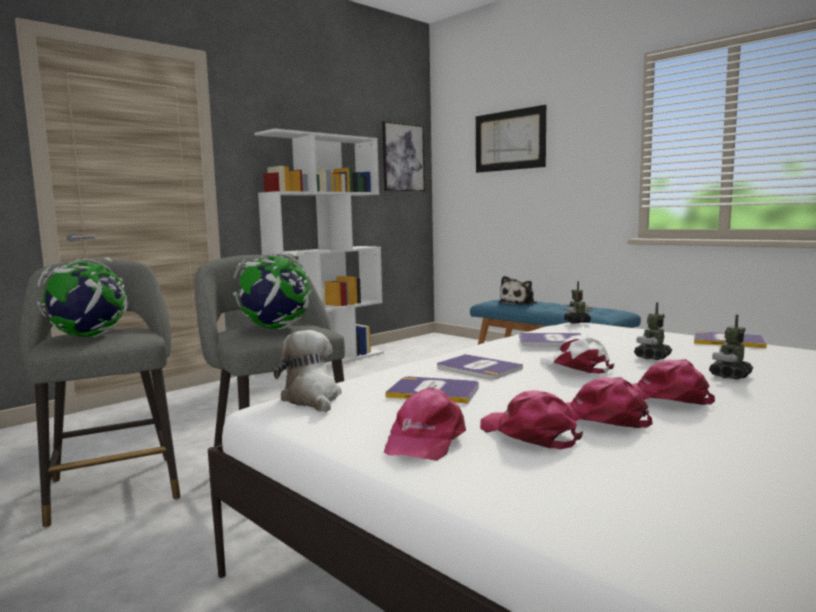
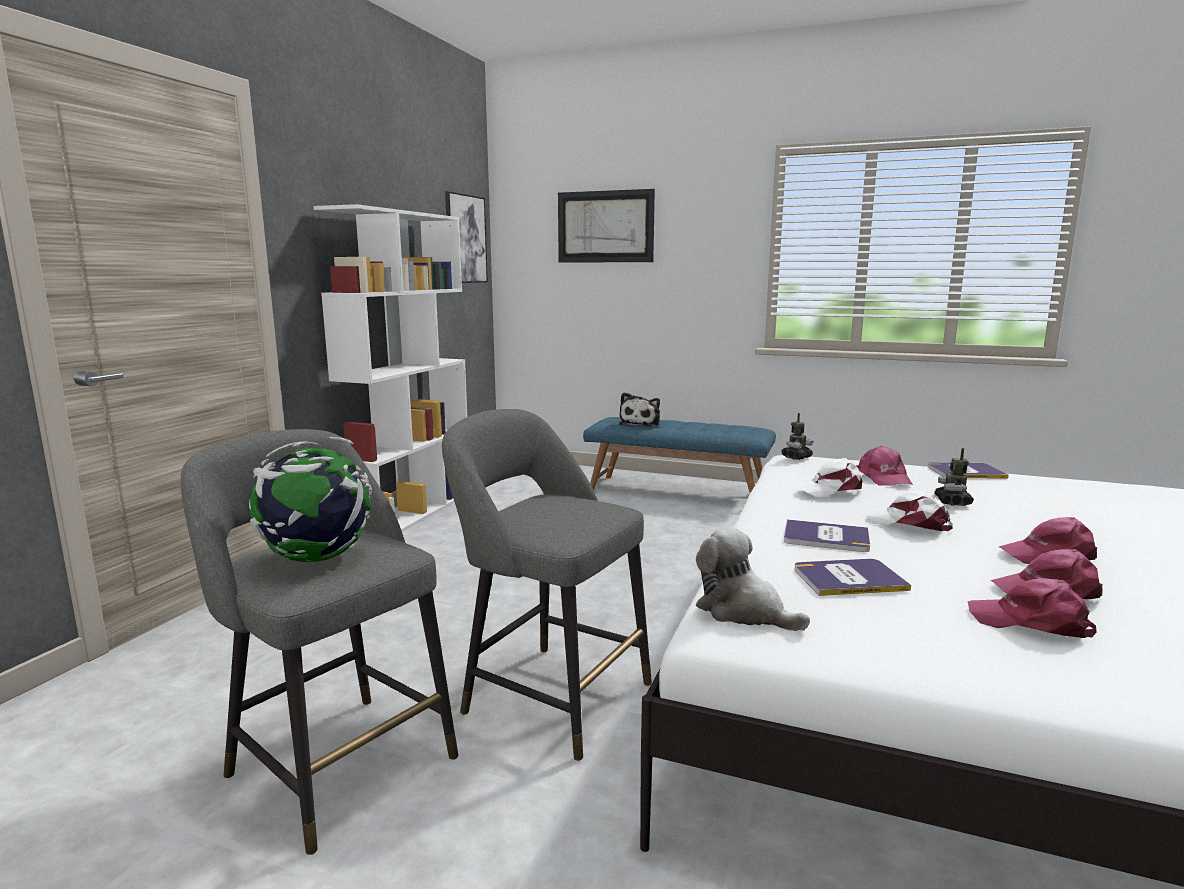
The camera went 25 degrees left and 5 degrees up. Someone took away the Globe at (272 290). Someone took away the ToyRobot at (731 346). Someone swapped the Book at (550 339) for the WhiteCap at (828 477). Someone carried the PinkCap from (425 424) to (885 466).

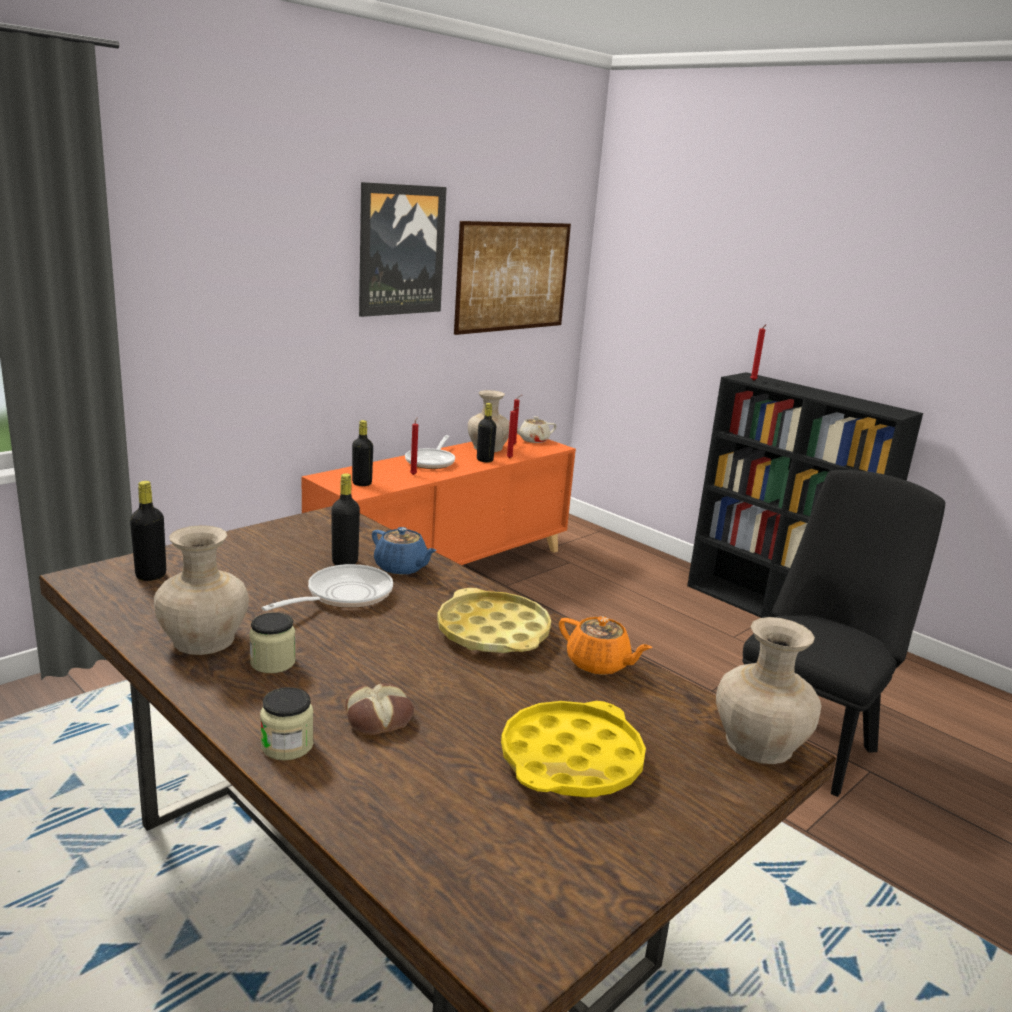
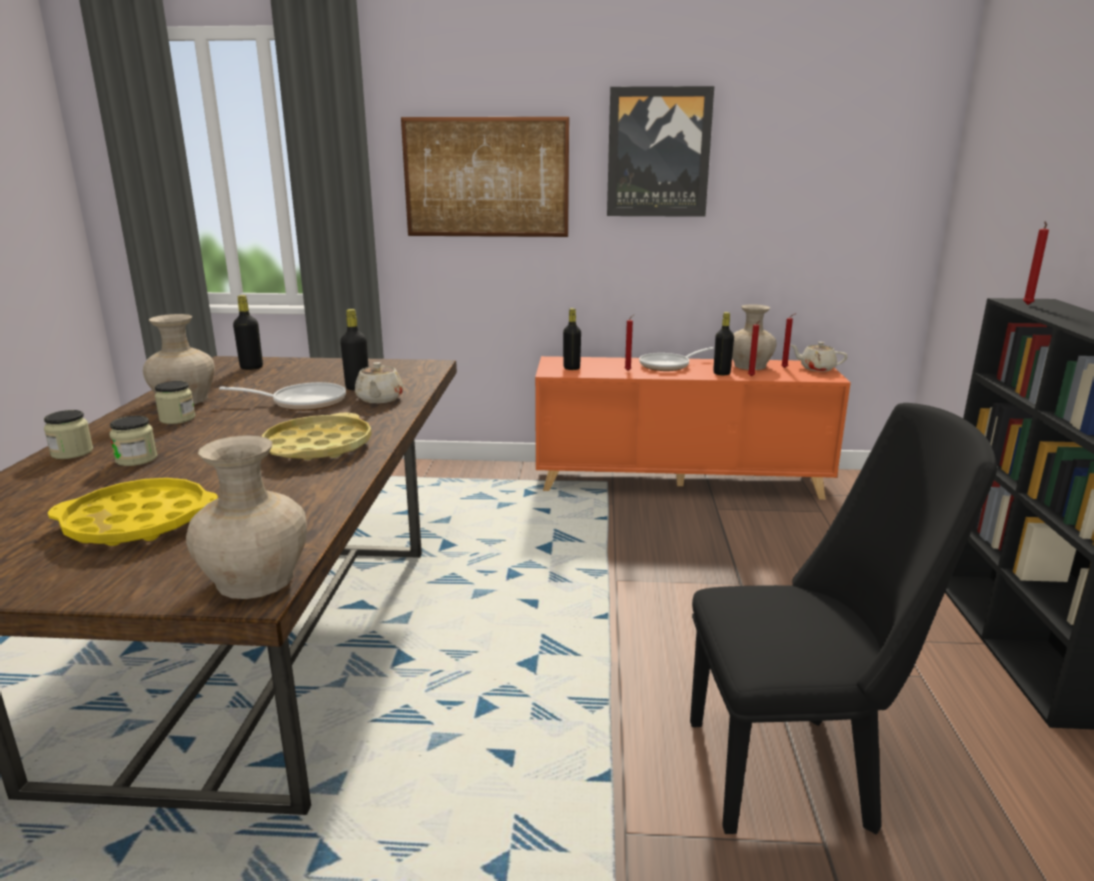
The camera went 50 degrees right and 0 degrees up. Someone carried the Picture from (512 278) to (485 177). Someone repainted the BlueTeapot at (404 551), which became the BeigeTeapot at (379 382). Someone took away the OrangeTeapot at (605 645). Someone swapped the Bread at (379 709) for the Jar at (133 441).

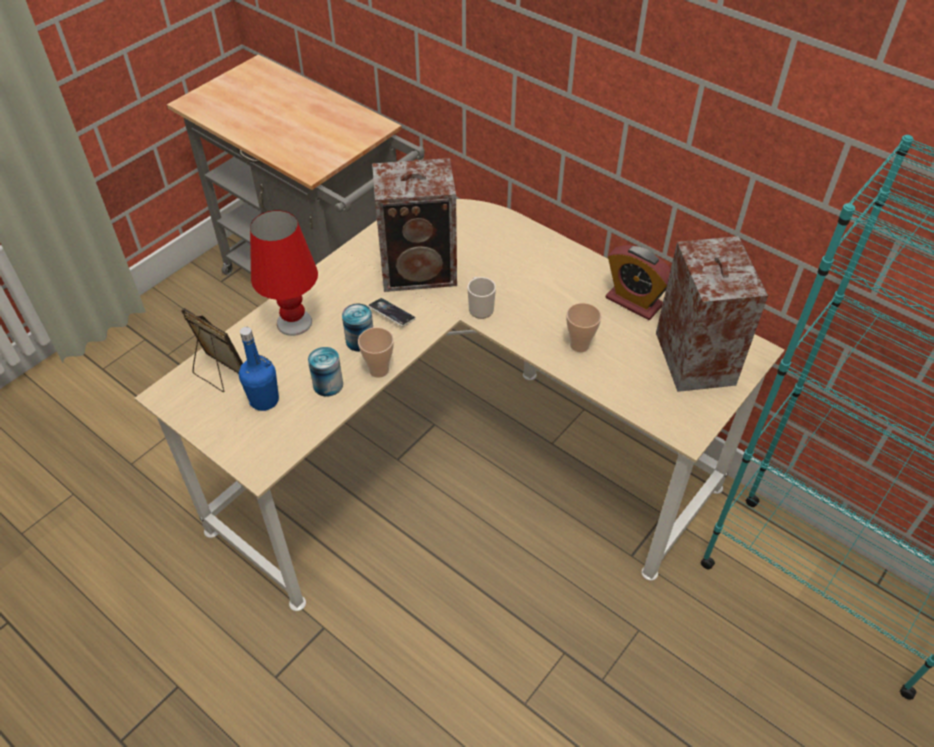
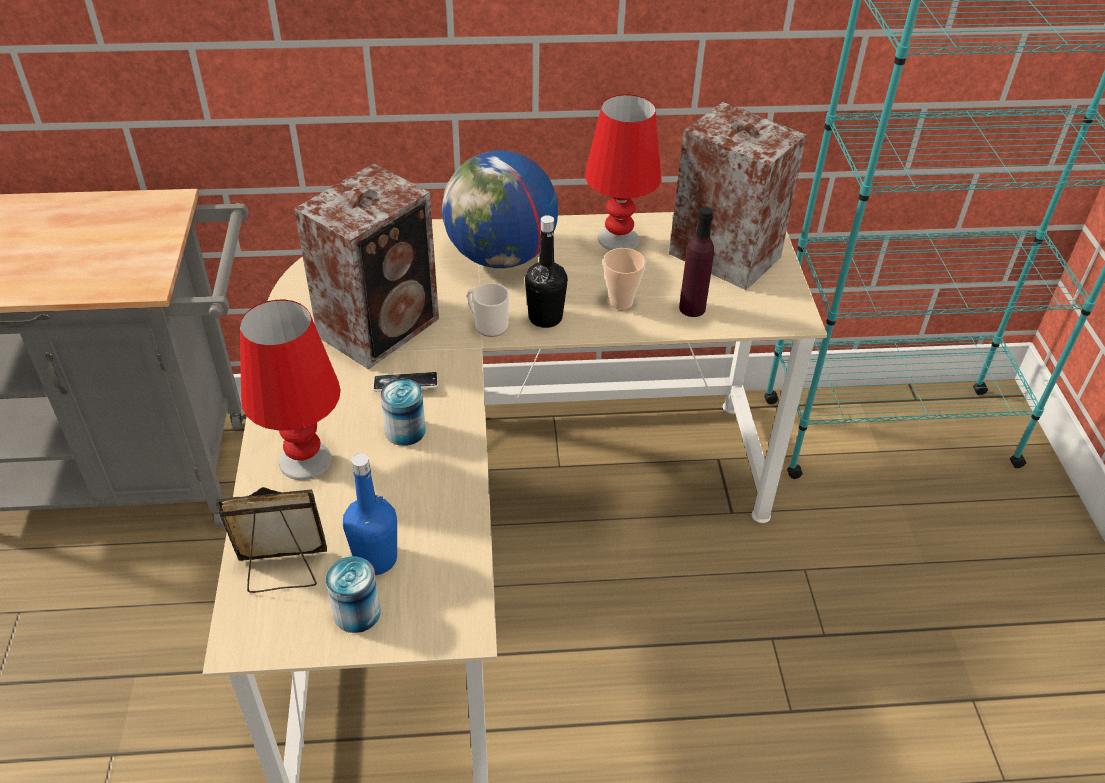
The camera went 45 degrees left and 5 degrees down. Someone swapped the AlarmClock at (638 282) for the RedTableLamp at (623 172). Someone took away the Cup at (376 352). Someone carried the Can from (325 372) to (353 594). Someone put down the Globe at (500 209). Someone put down the PurpleBottle at (696 262). Someone put down the BlackBottle at (546 271).

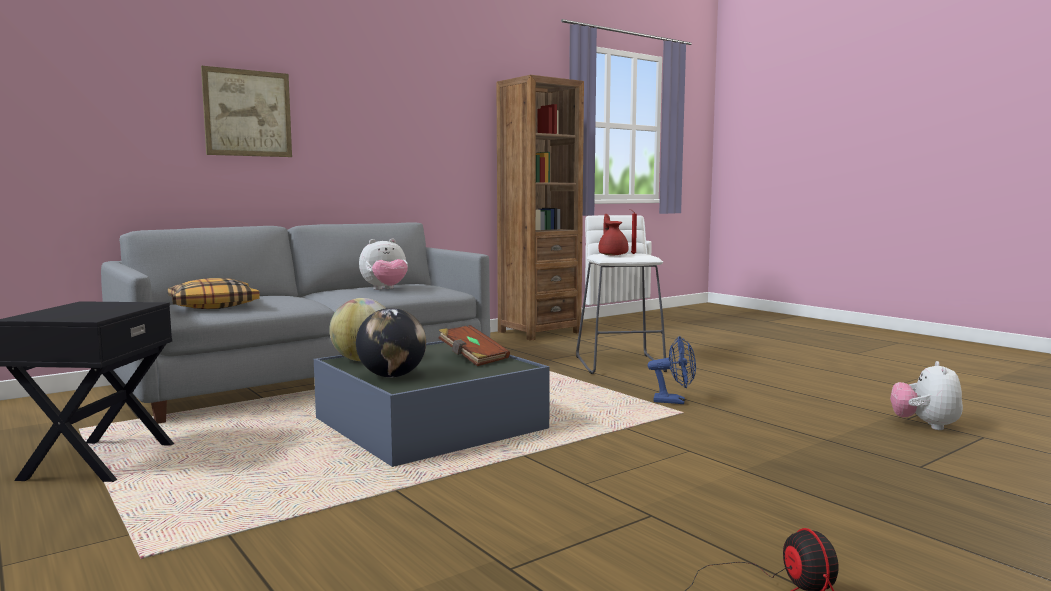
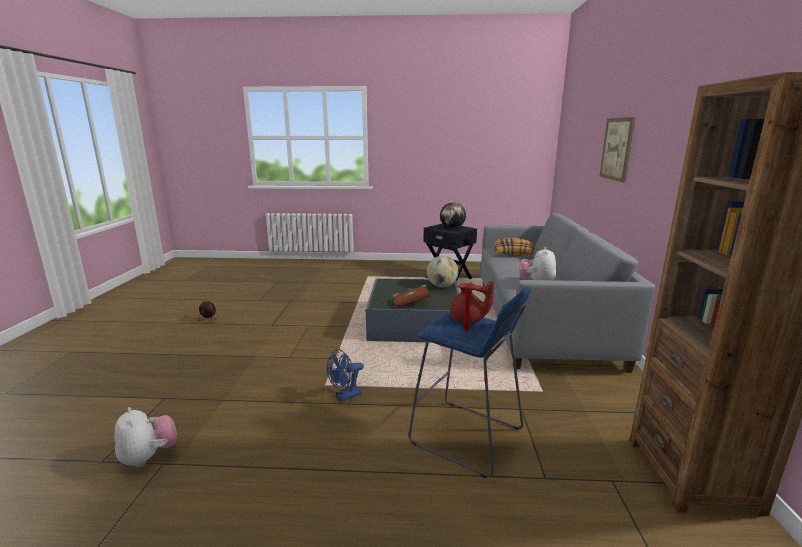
The camera went 130 degrees right and 10 degrees up. Someone repainted the WhiteStool at (621 294), which became the BlueStool at (470 382). Someone carried the Globe from (391 342) to (453 215).

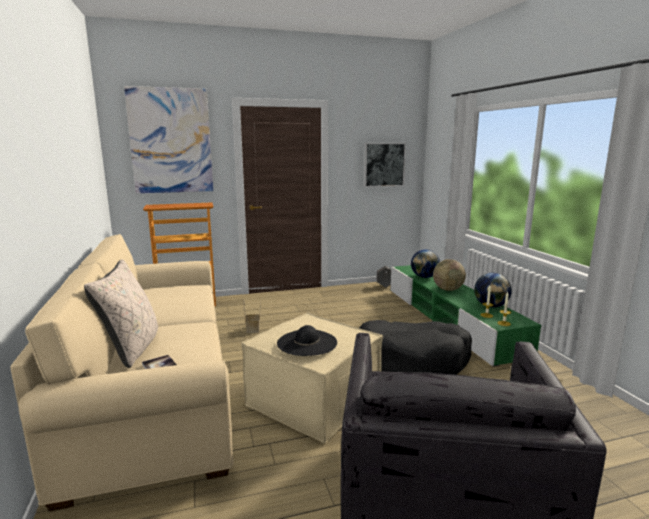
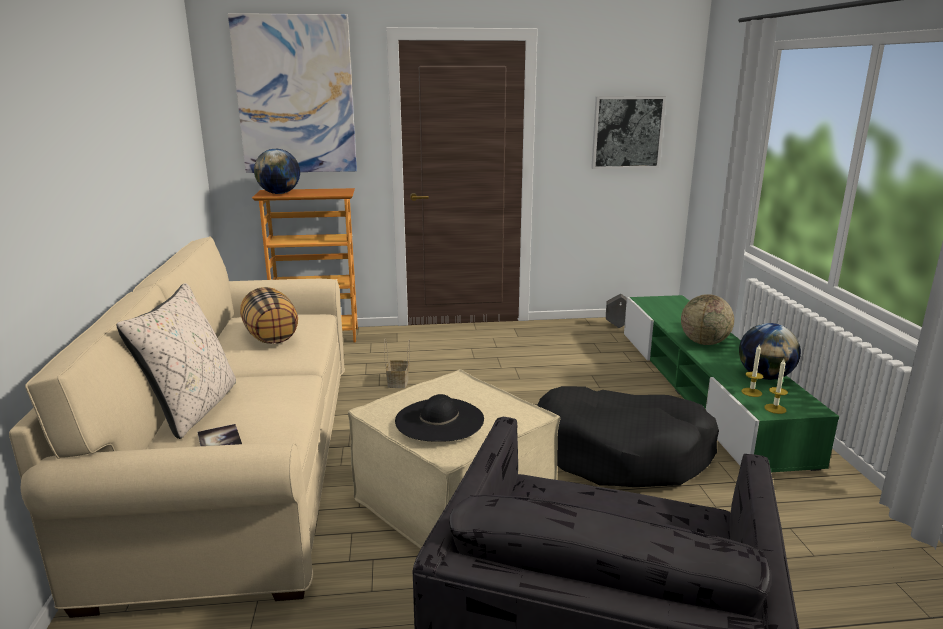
The camera went 10 degrees right and 5 degrees up. Someone carried the Globe from (425 263) to (277 171). Someone put down the Pillow at (269 315).

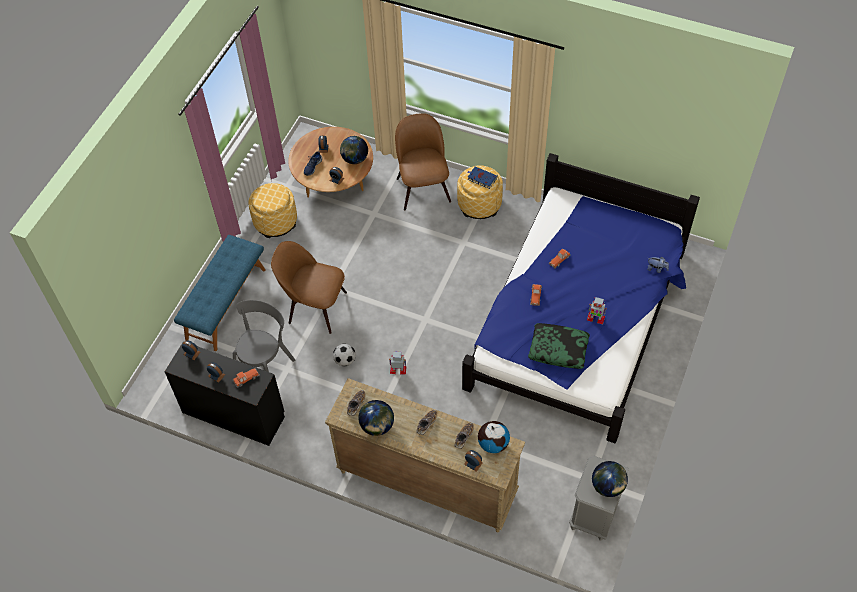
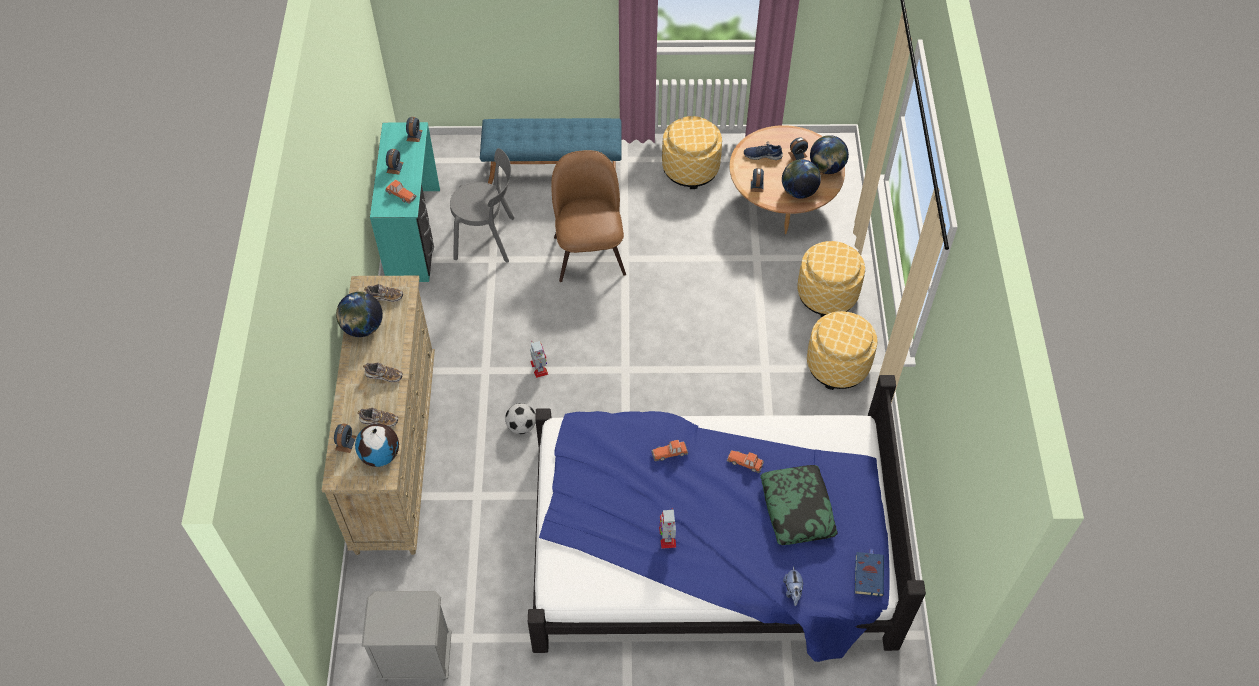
The camera went 65 degrees right and 0 degrees up. Someone swapped the BrownChair at (423 161) for the Ottoman at (831 279). Someone carried the BlueBook from (482 178) to (869 573). Someone carried the Pillow from (559 346) to (799 505). Someone repainted the BlackDesk at (224 393), which became the TurquoiseDesk at (405 202). Someone carried the Football from (344 355) to (520 418). Someone carried the Globe from (610 479) to (829 154).

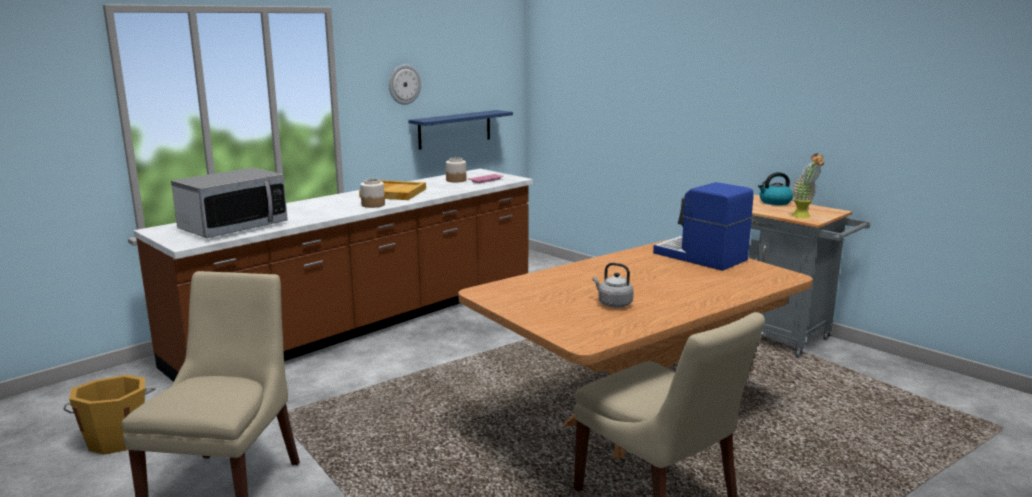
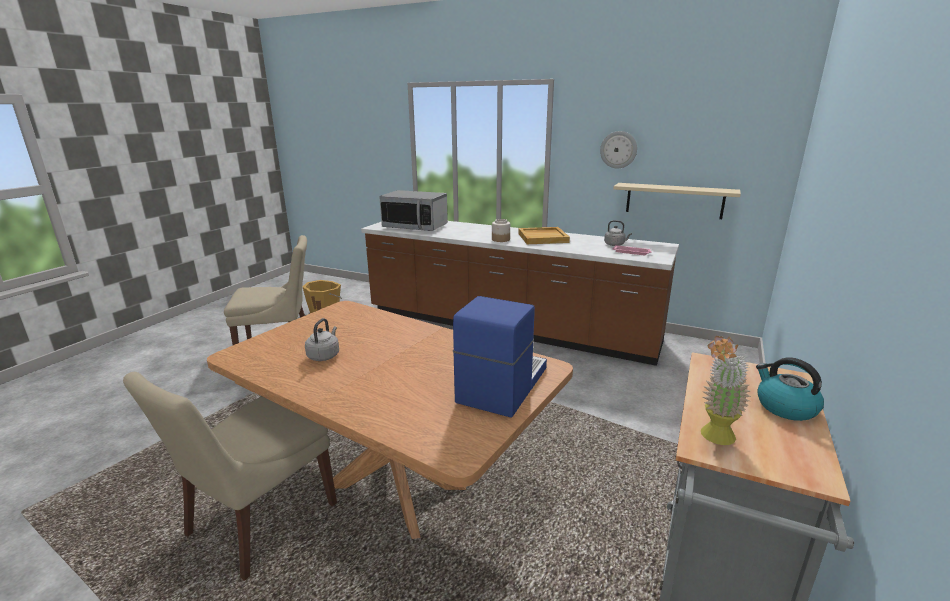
The camera went 70 degrees right and 5 degrees up. Someone repainted the BlueShelf at (460 130), which became the BeigeShelf at (677 201). Someone swapped the Jar at (456 169) for the GreyKettle at (618 233).

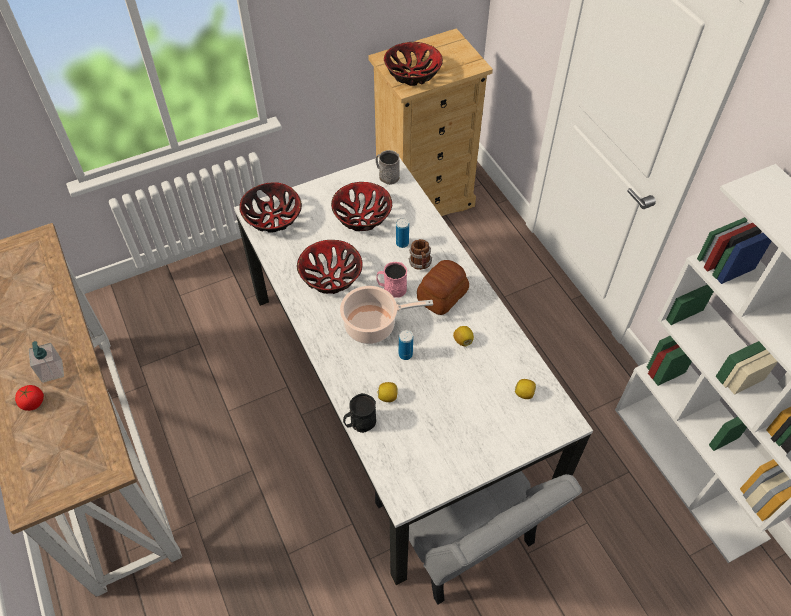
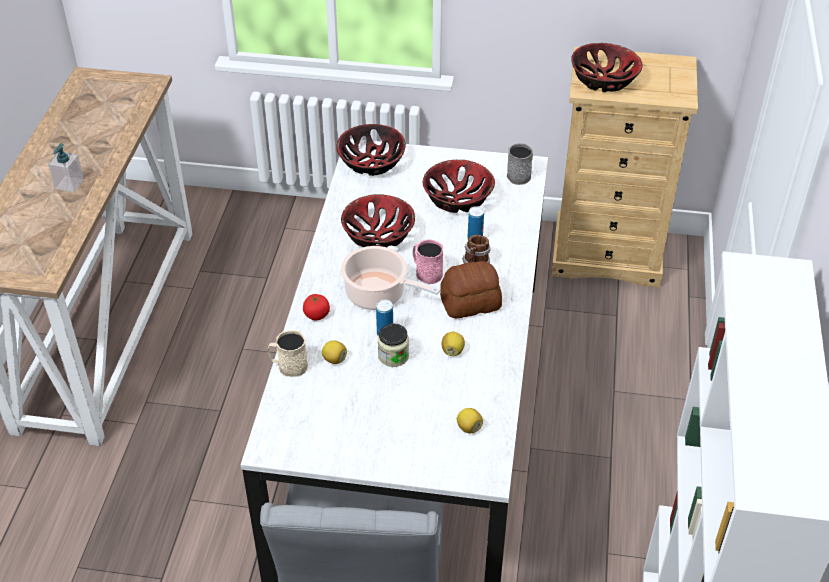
The camera went 35 degrees right and 10 degrees down. Someone carried the Tomato from (29 398) to (316 307). Someone repainted the BlackMug at (359 413), which became the BeigeMug at (288 353). Someone put down the Jar at (393 345).

